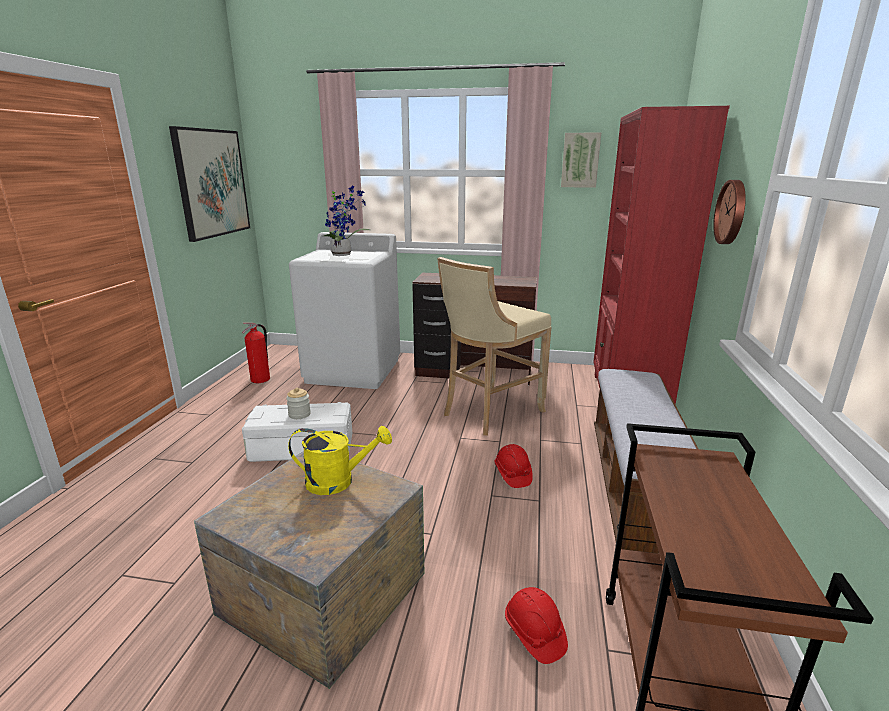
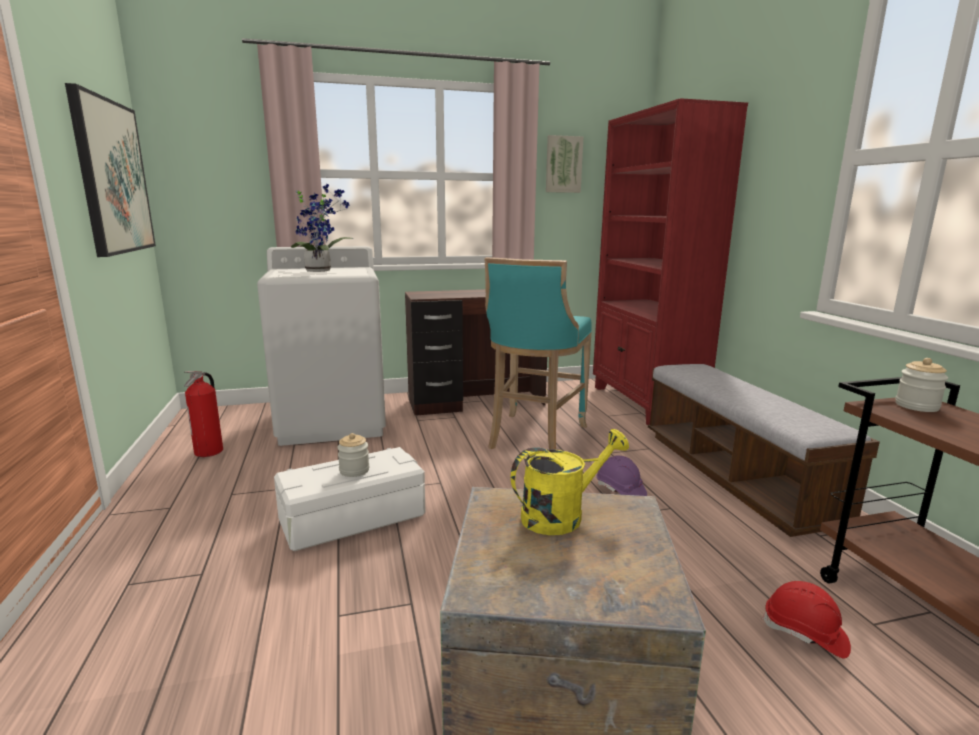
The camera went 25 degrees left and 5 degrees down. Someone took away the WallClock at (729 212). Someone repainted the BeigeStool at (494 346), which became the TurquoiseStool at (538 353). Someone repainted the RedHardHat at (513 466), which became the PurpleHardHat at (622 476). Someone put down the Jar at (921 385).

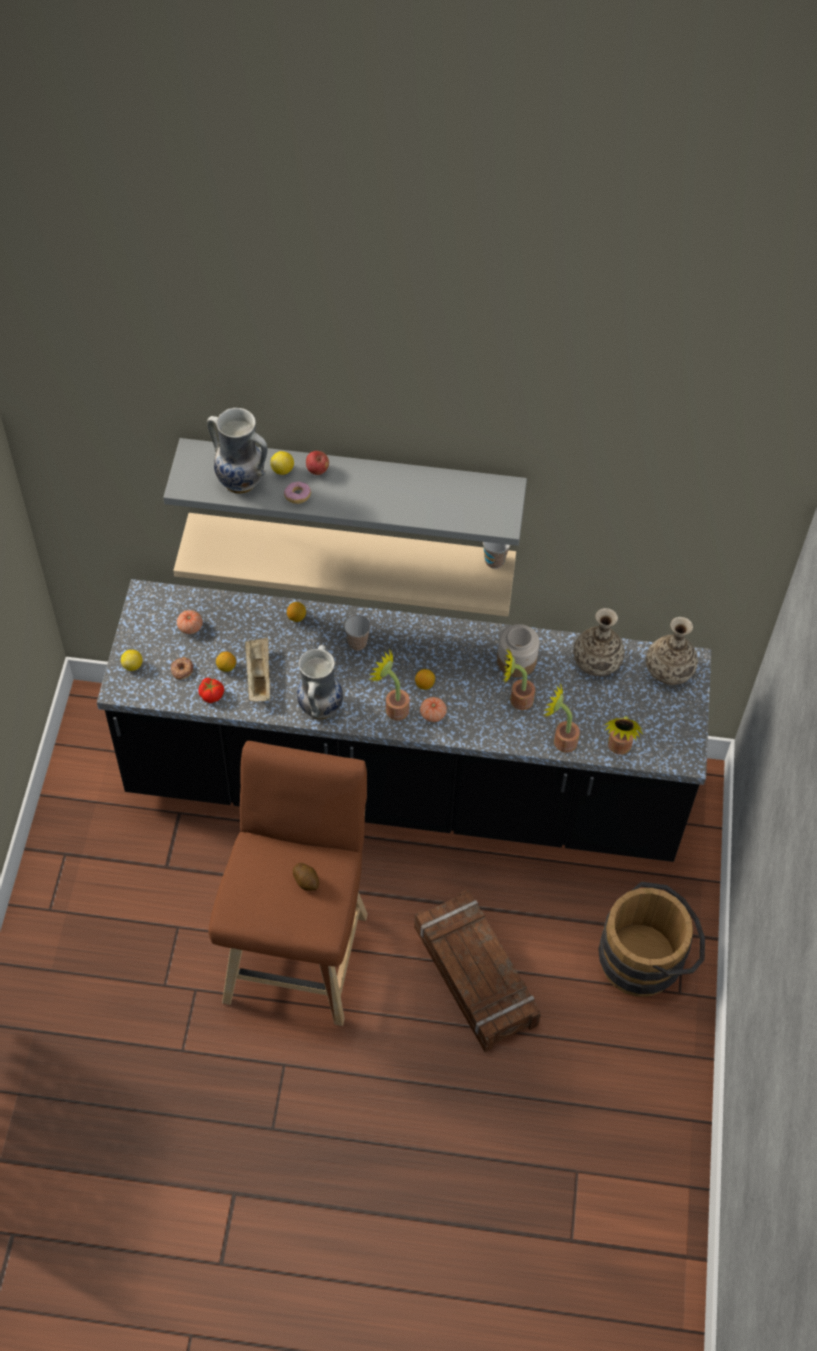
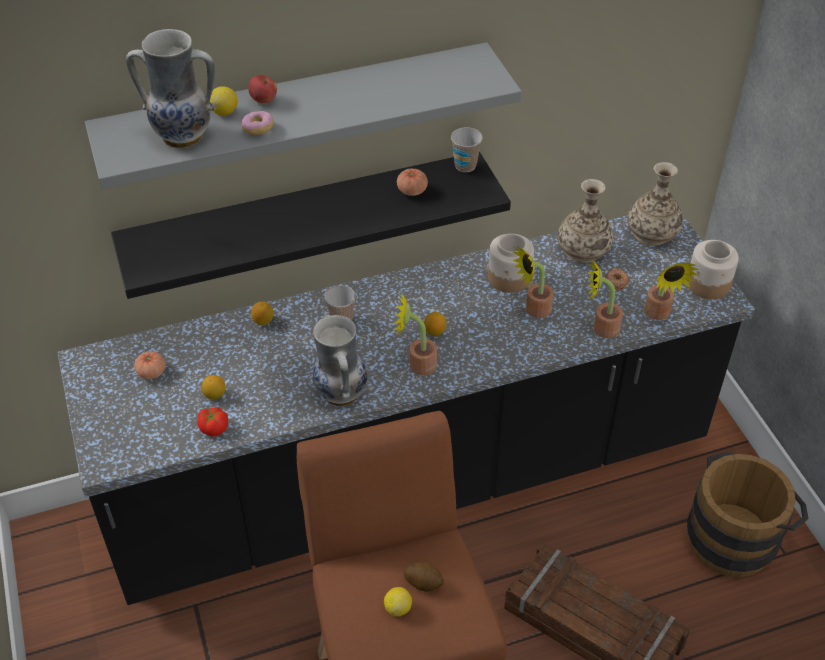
The camera went 25 degrees left and 10 degrees down. Someone repainted the BeigeShelf at (344 565), which became the BlackShelf at (311 225). Someone took away the BeigeTray at (257 669). Someone carried the Lemon from (131 660) to (398 601). Someone carried the Donut from (182 668) to (617 279). Someone carried the Tomato from (433 709) to (412 182). Someone put down the Jar at (713 269).

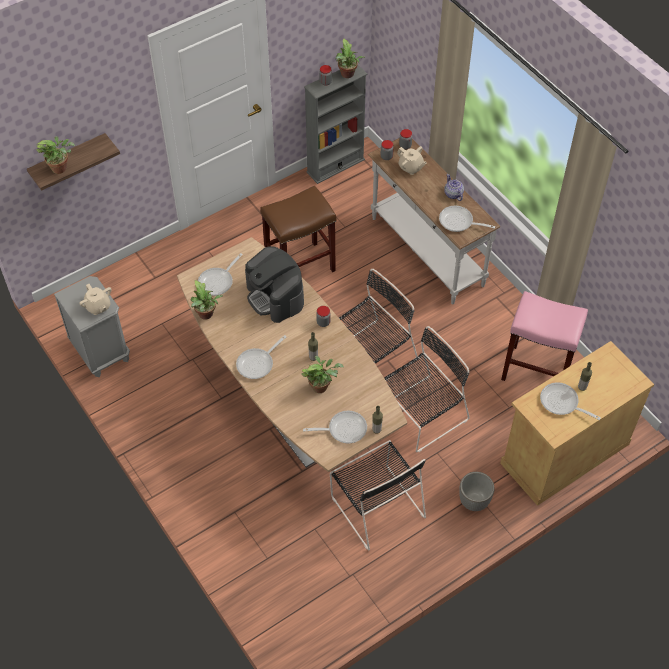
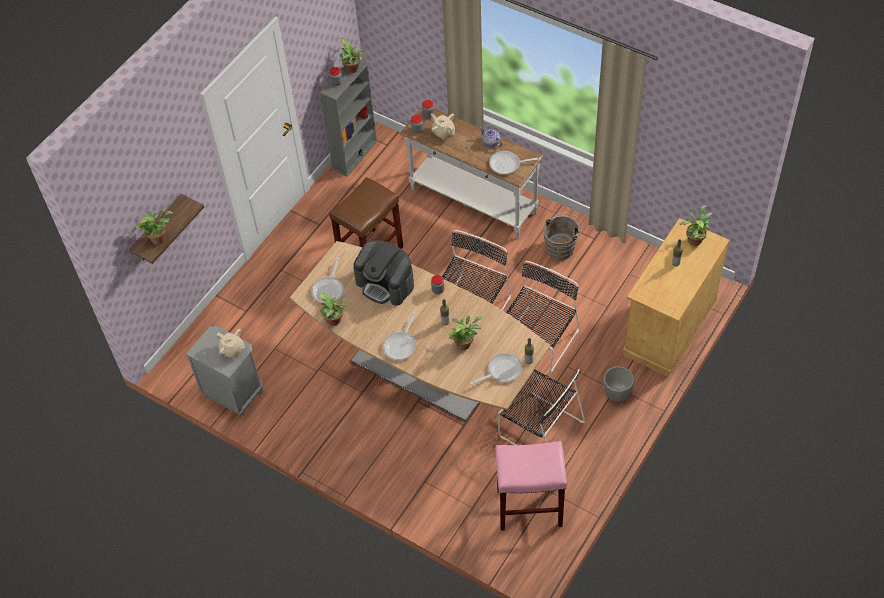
The camera went 20 degrees left and 0 degrees up. Someone rotated the BeigeTeapot at (412 160) by 150 degrees counterclockwise. Someone carried the PinkStool from (544 336) to (531 486). Someone took away the FryingPan at (570 401). Someone put down the PottedPlant at (695 225). Someone put down the BrownBucket at (563 236).

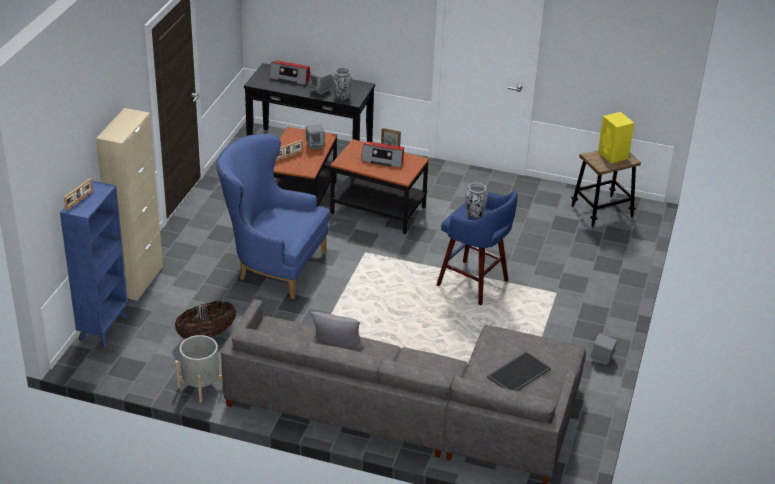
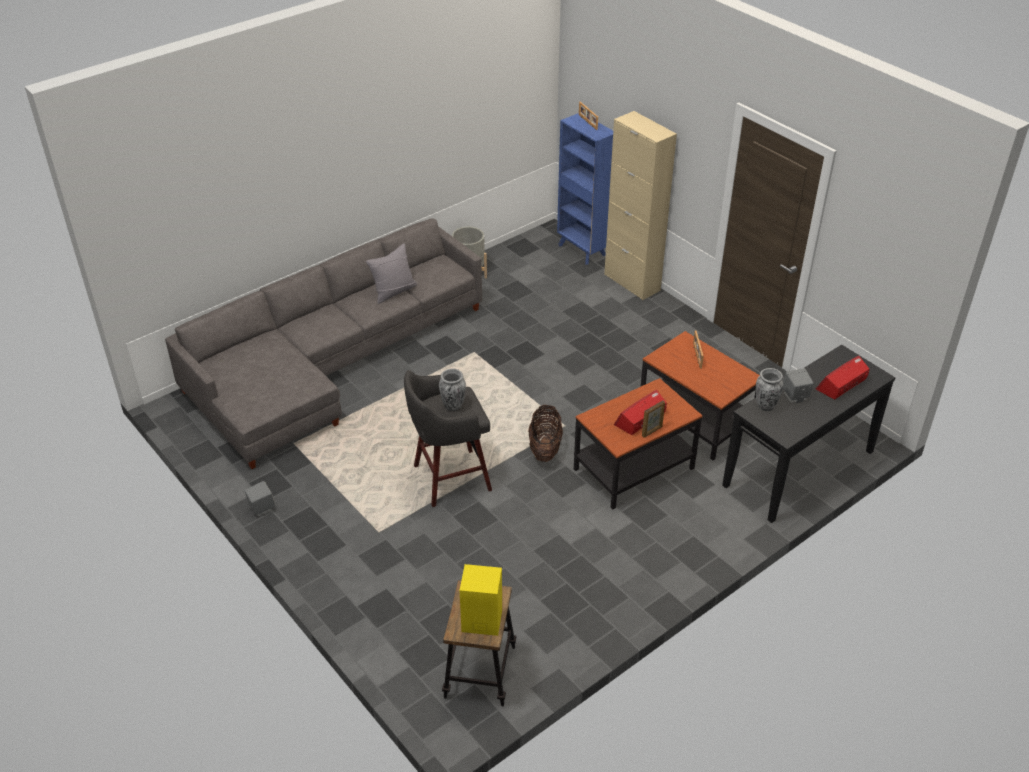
The camera went 125 degrees right and 5 degrees up. Someone took away the GreySpeaker at (315 137). Someone took away the BlueArmchair at (273 216). Someone repainted the BlueStool at (477 248), which became the GreyStool at (448 438). Someone carried the Basket from (205 320) to (545 433). Someone took away the Tray at (519 371).

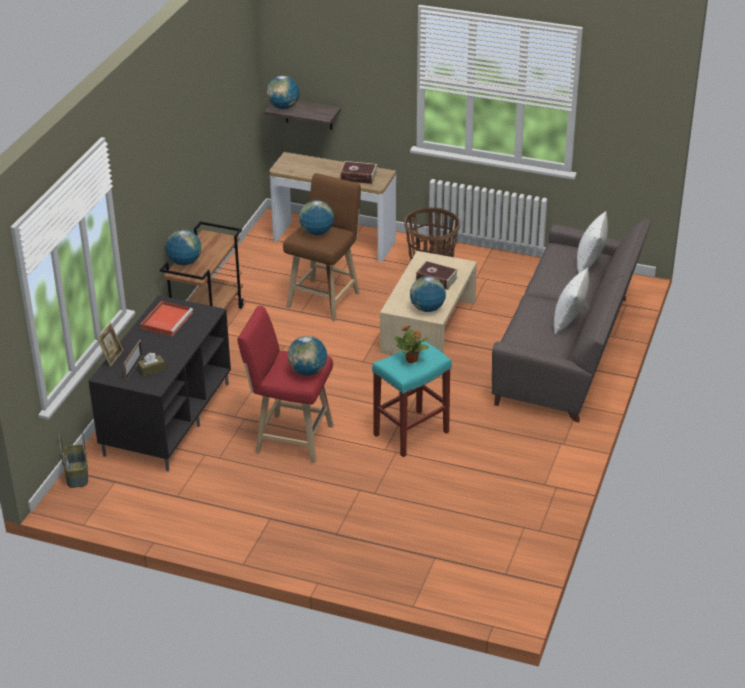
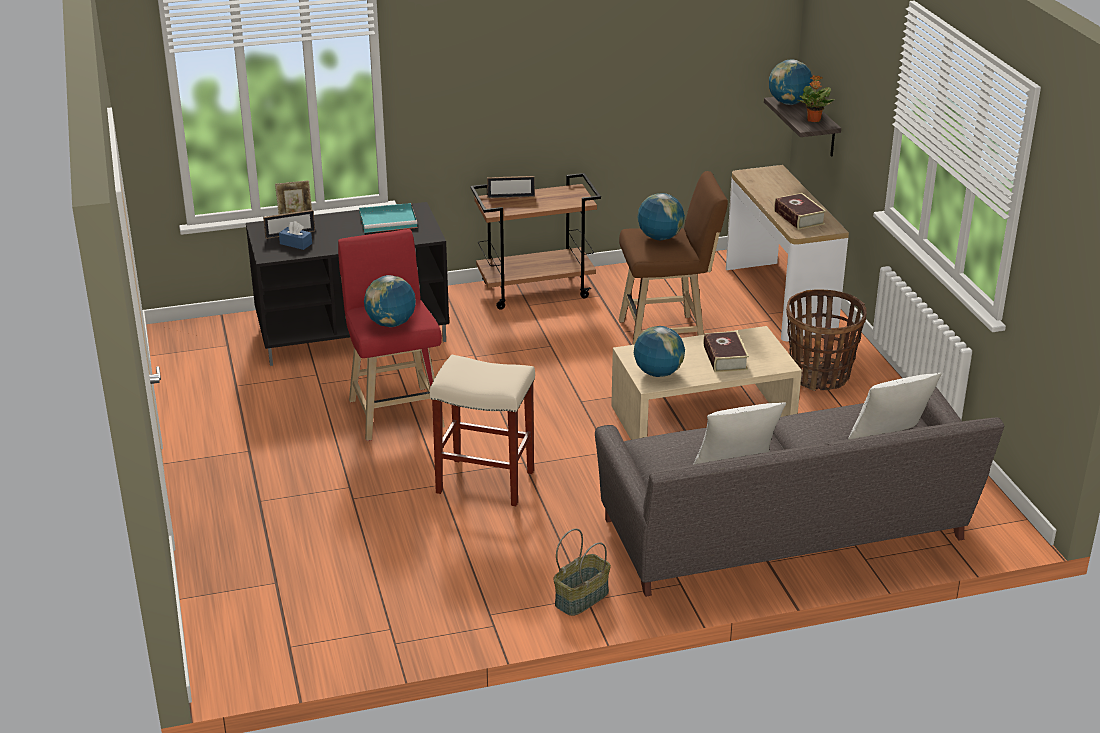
The camera went 55 degrees right and 5 degrees down. Someone swapped the Globe at (183 247) for the PictureFrame at (511 187). Someone repainted the RedTray at (167 318), which became the TurquoiseTray at (388 218). Someone carried the PottedPlant from (412 344) to (816 98). Someone repainted the TurquoiseStool at (412 398), which became the BeigeStool at (482 430). Someone repainted the BrownTissueBox at (151 364), which became the BlueTissueBox at (295 235). Someone carried the Basket from (73 459) to (582 572).

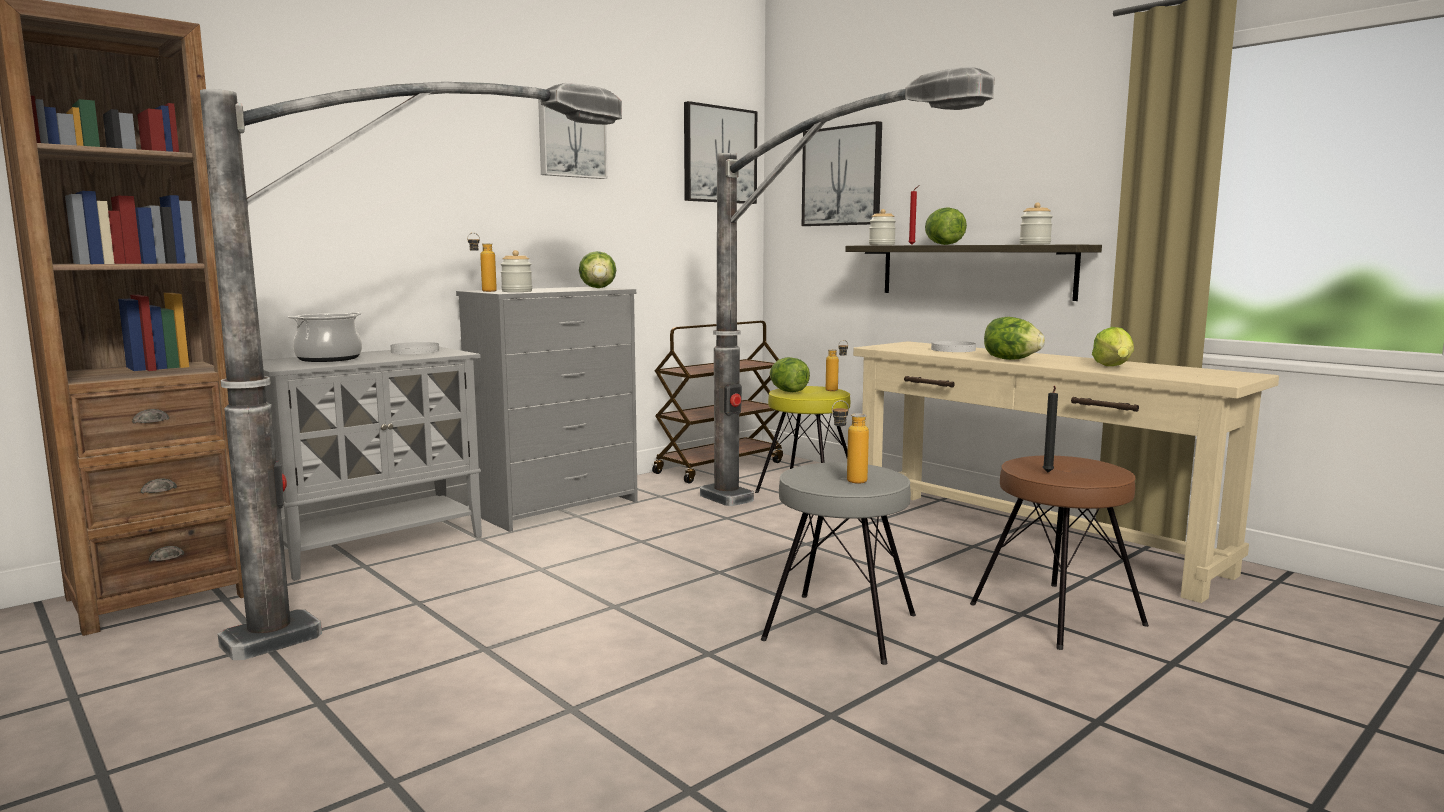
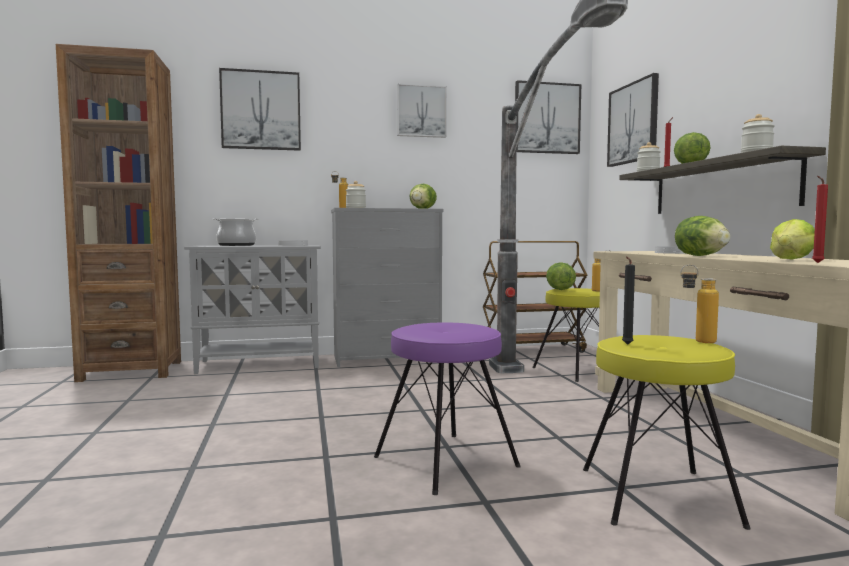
The camera went 30 degrees right and 5 degrees down. Someone took away the FloorLamp at (411 371). Someone carried the Bottle from (850 442) to (699 303). Someone repainted the BrownStool at (1059 553), which became the YellowStool at (667 432). Someone repainted the GreyStool at (838 563), which became the PurpleStool at (447 408). Someone put up the Picture at (260 109). Someone put down the RedCandle at (820 219).

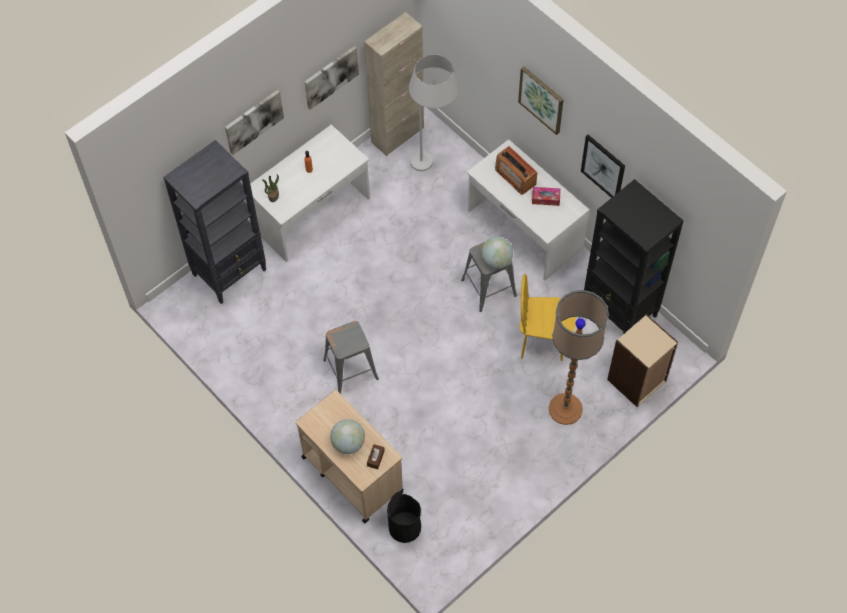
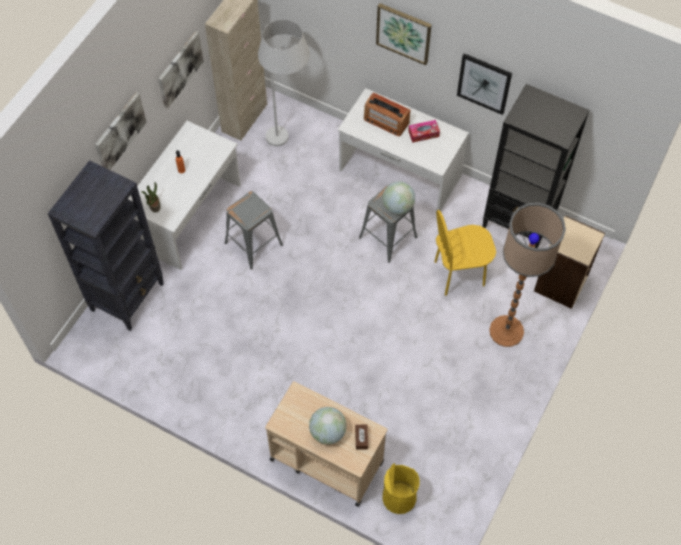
The camera went 20 degrees left and 0 degrees up. Someone carried the GreyStool from (351 357) to (254 230). Someone repainted the BlackTrashCan at (404 517), which became the YellowTrashCan at (401 488).

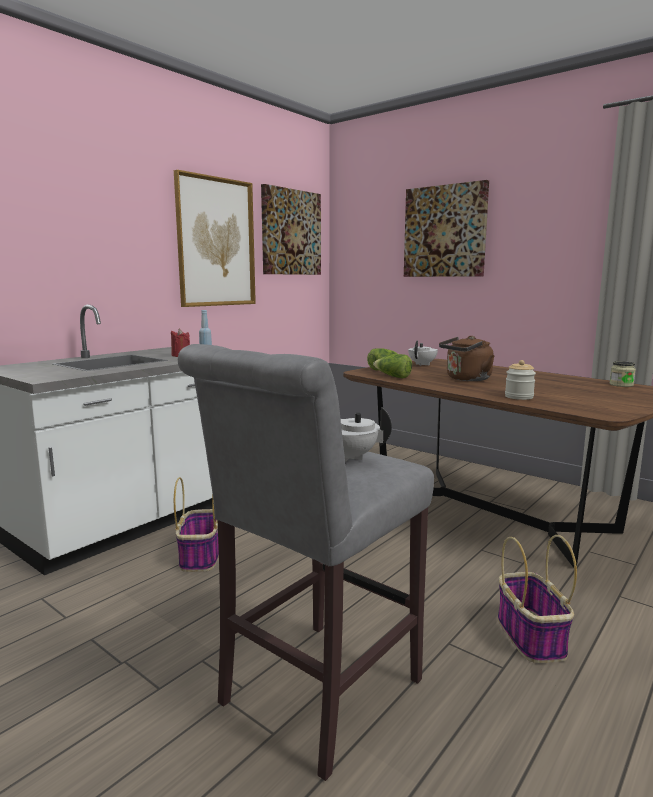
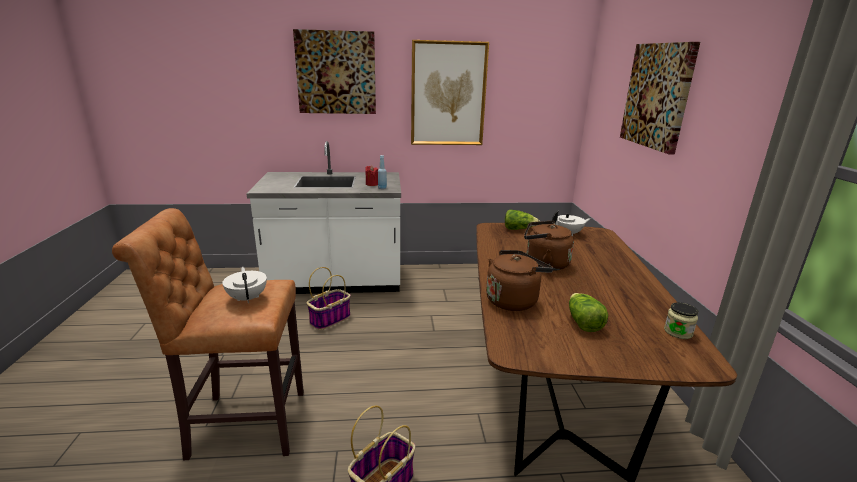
The camera went 45 degrees right and 10 degrees up. Someone carried the Picture from (291 229) to (334 71). Someone repainted the GreyStool at (306 562), which became the BrownStool at (208 334). Someone carried the Lettuce from (392 366) to (588 312). Someone swapped the Jar at (520 380) for the BrownKettle at (519 280).

